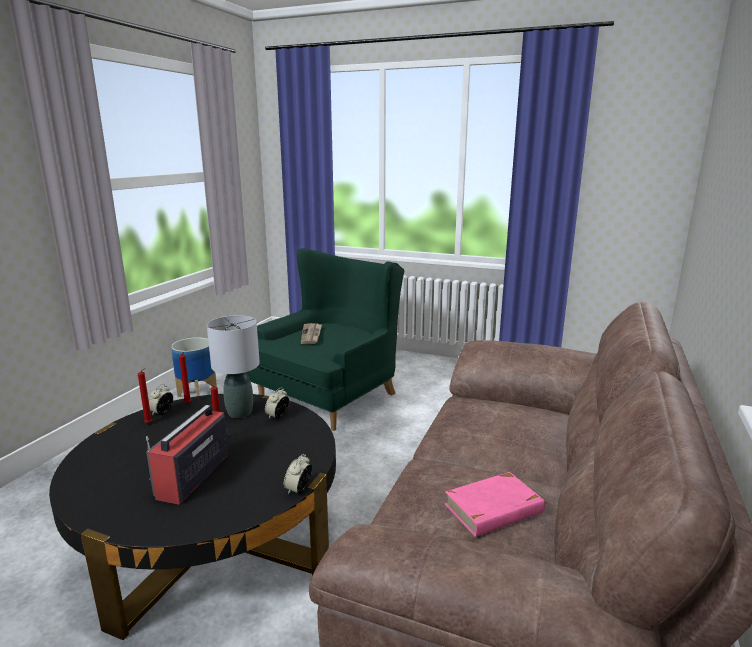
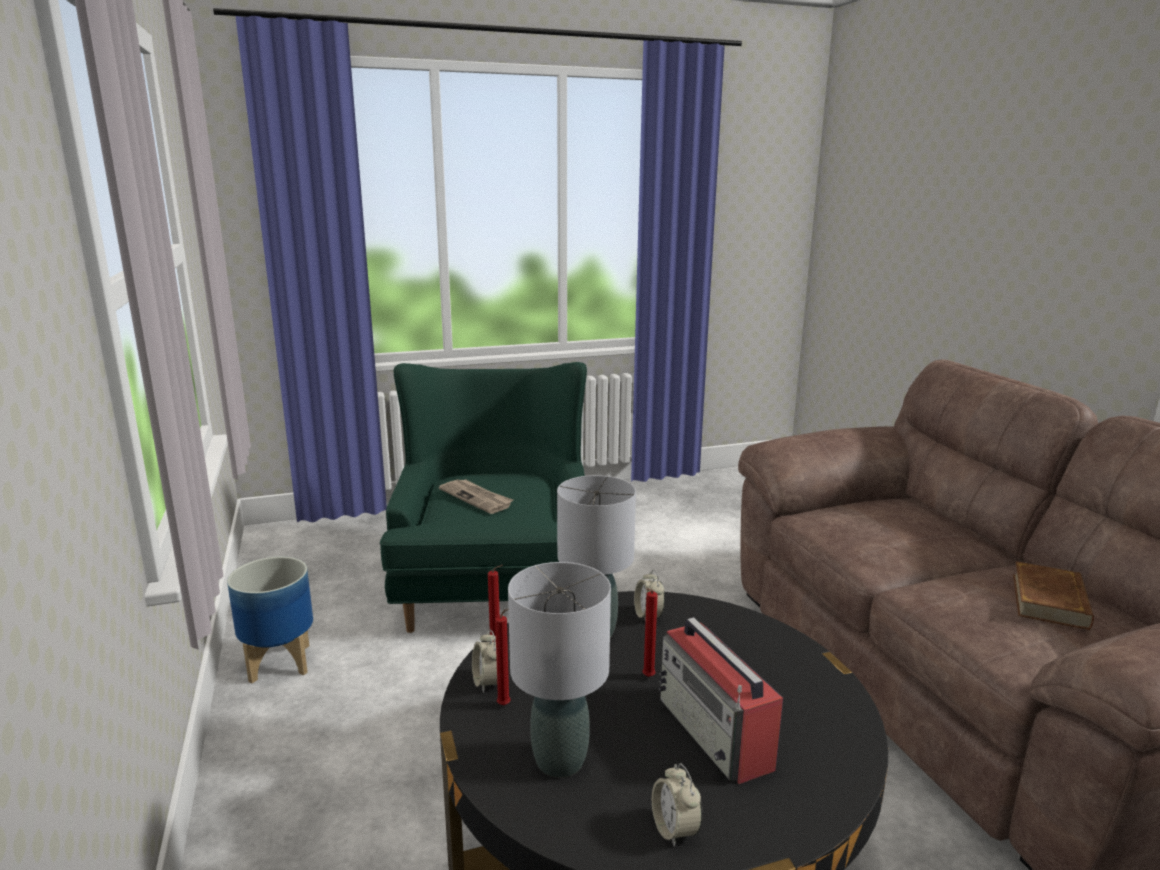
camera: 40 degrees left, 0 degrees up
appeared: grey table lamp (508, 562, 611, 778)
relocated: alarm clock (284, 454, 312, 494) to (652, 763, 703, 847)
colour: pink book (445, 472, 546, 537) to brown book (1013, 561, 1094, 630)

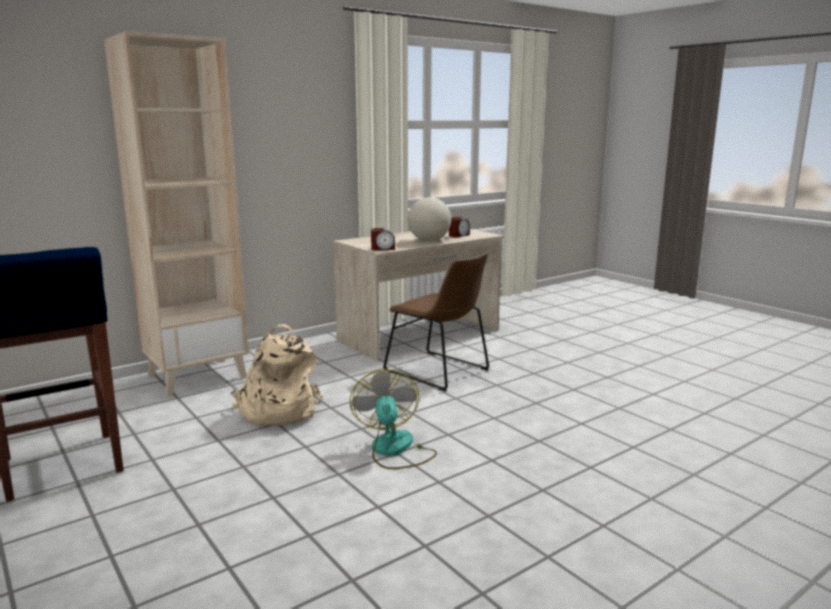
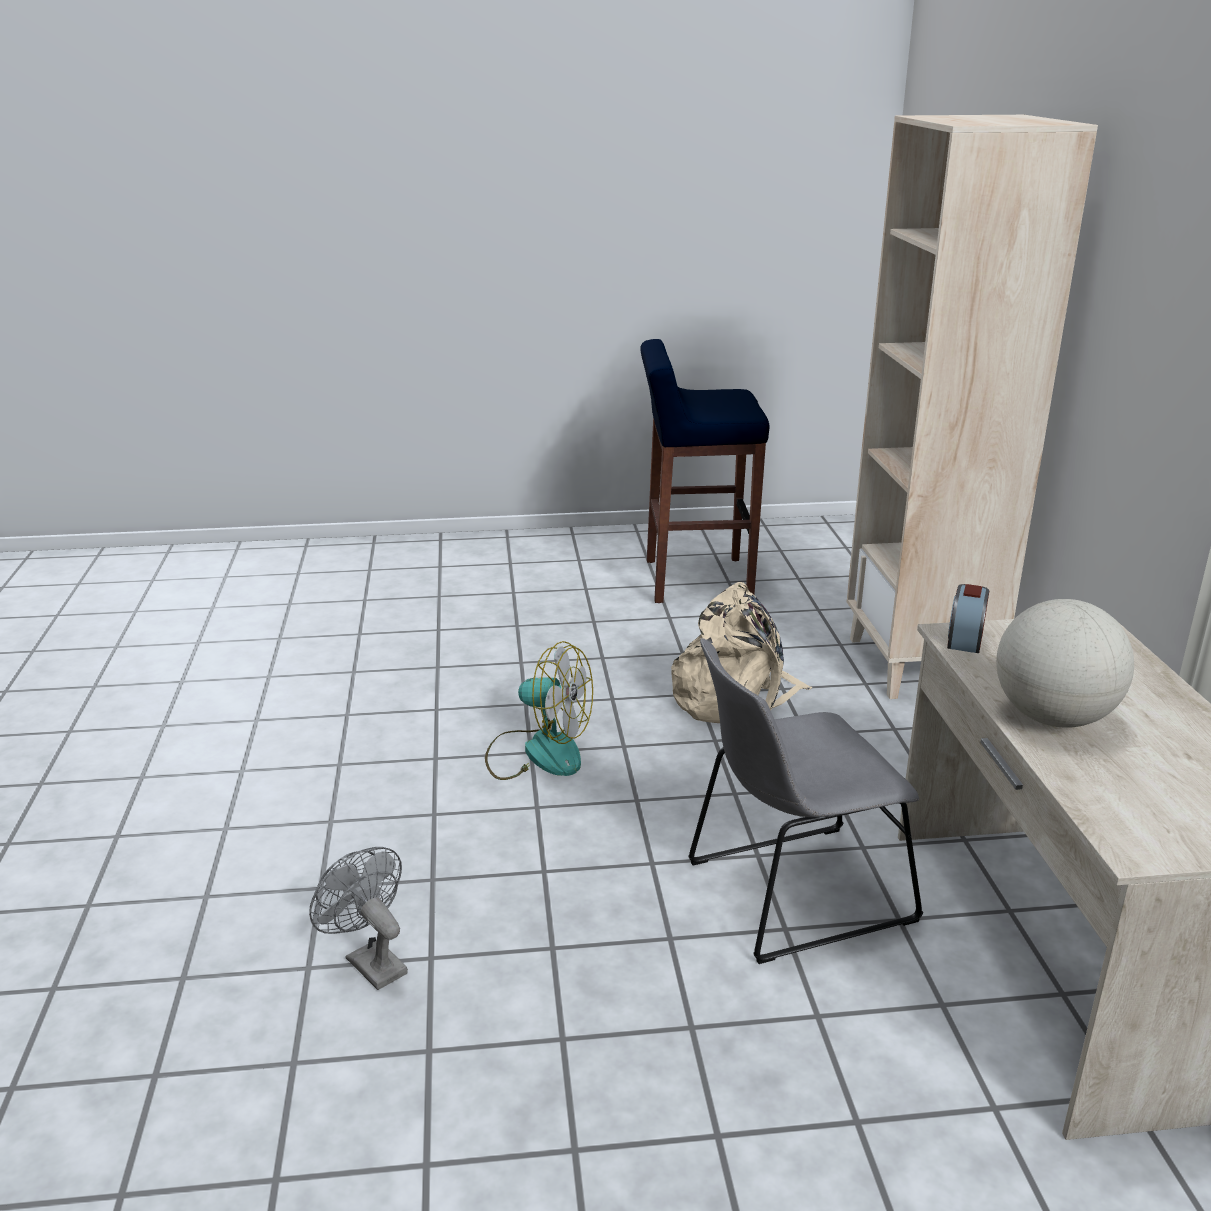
camera: 120 degrees right, 10 degrees up
missing: alarm clock (449, 217, 470, 237)
appeared: grey fan (309, 847, 408, 990)
colour: brown chair (383, 252, 489, 391) to grey chair (688, 638, 923, 964)

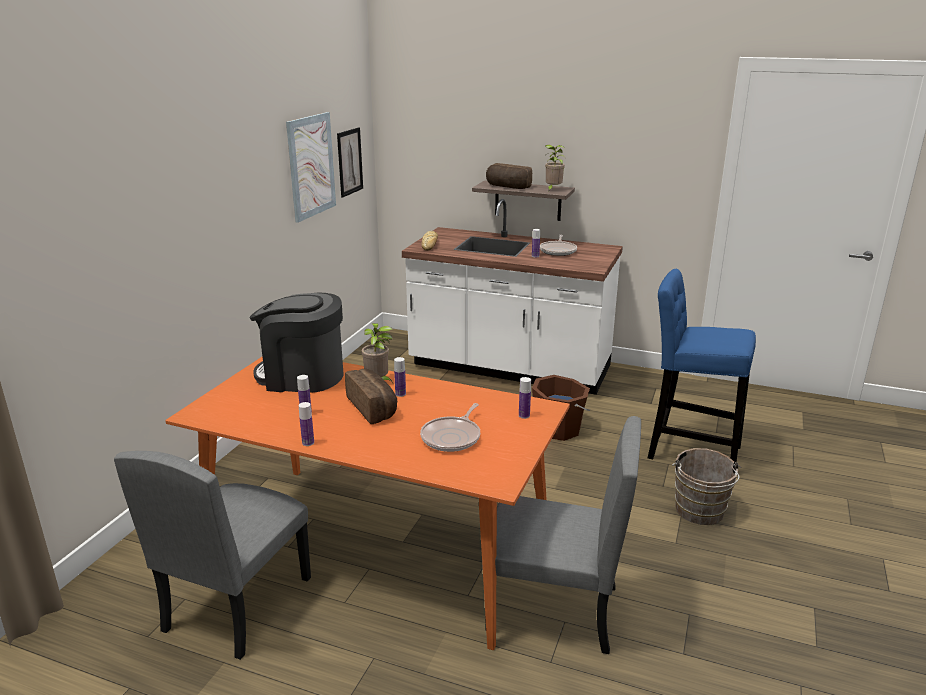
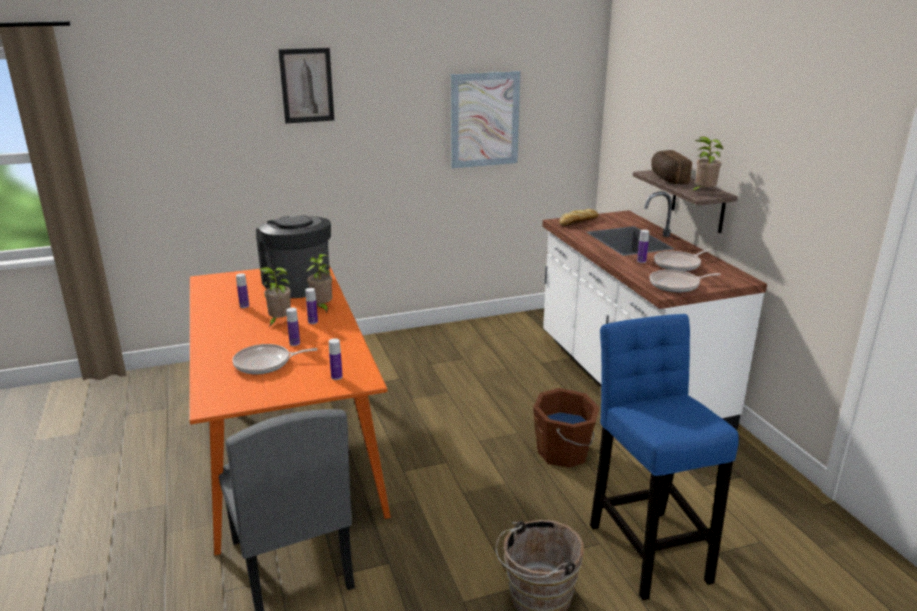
camera: 50 degrees right, 0 degrees up
missing: grey chair (114, 451, 311, 660)
appeared: frying pan (650, 270, 721, 293)
relocated: picture (337, 127, 363, 197) to (278, 48, 334, 123); bottle (299, 402, 314, 446) to (286, 308, 300, 346)
exchanged: bread (345, 368, 397, 424) to potted plant (259, 267, 291, 327)

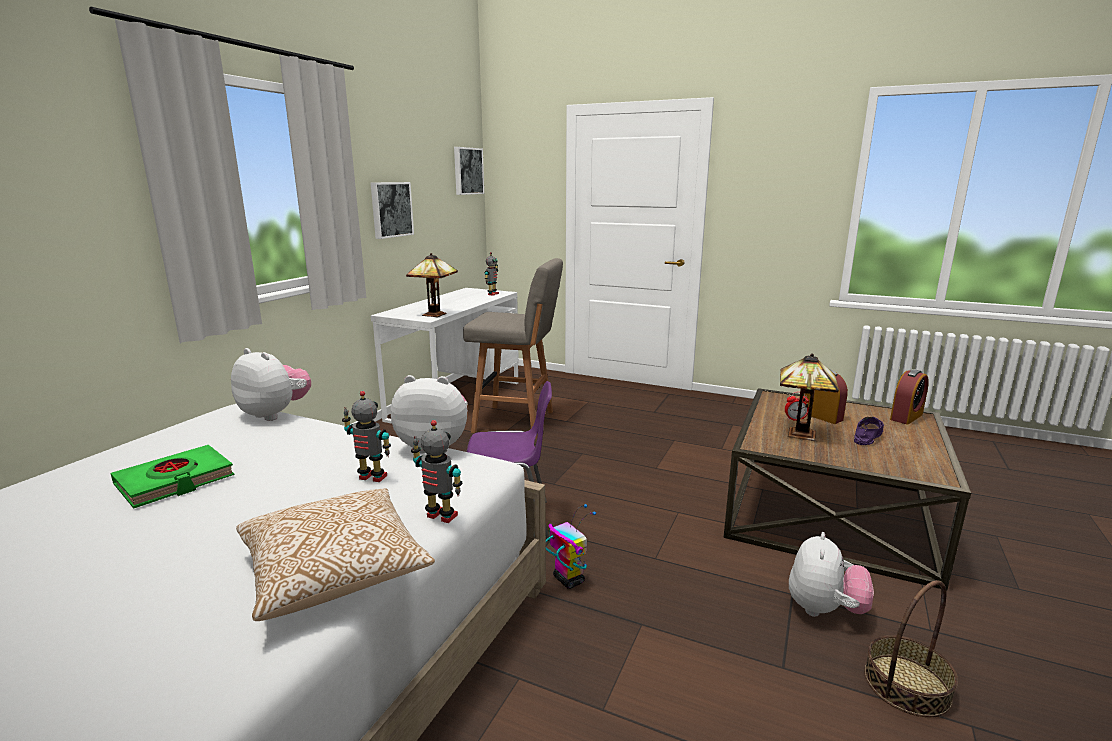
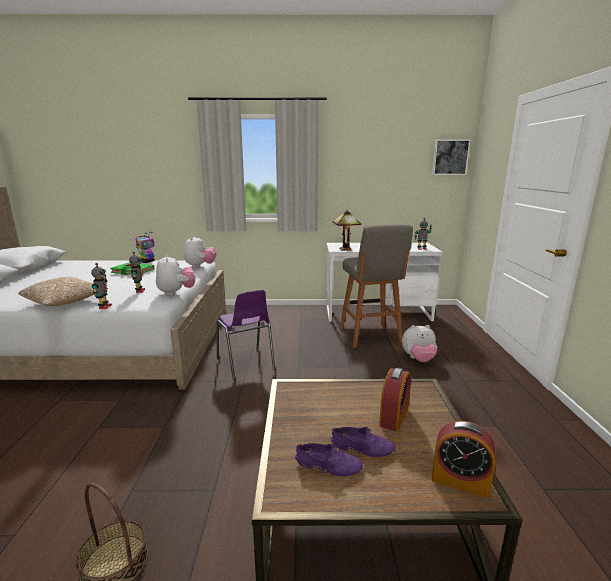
camera: 65 degrees right, 0 degrees up
missing: picture (371, 182, 414, 239); table lamp (780, 353, 839, 441); alarm clock (785, 392, 809, 421)
appeared: purple shoe (295, 443, 363, 477)
relocated: toy robot (546, 504, 596, 589) to (136, 232, 155, 263); plush toy (789, 532, 874, 617) to (402, 325, 437, 362)

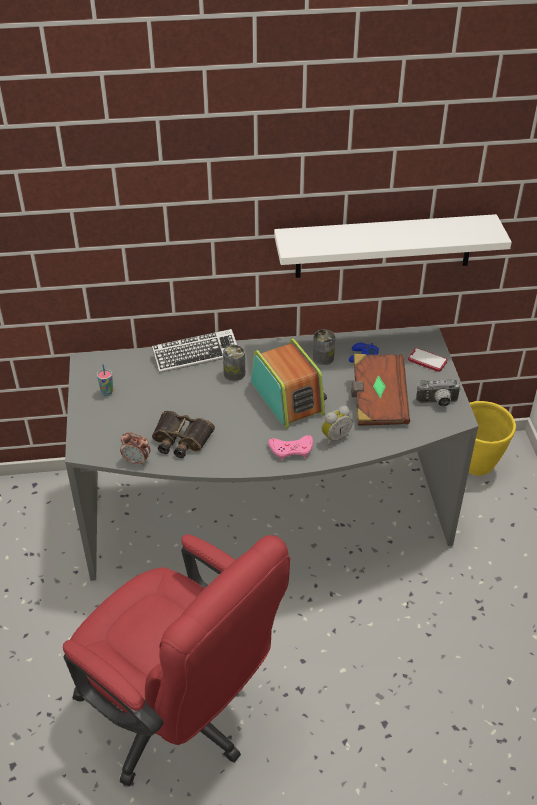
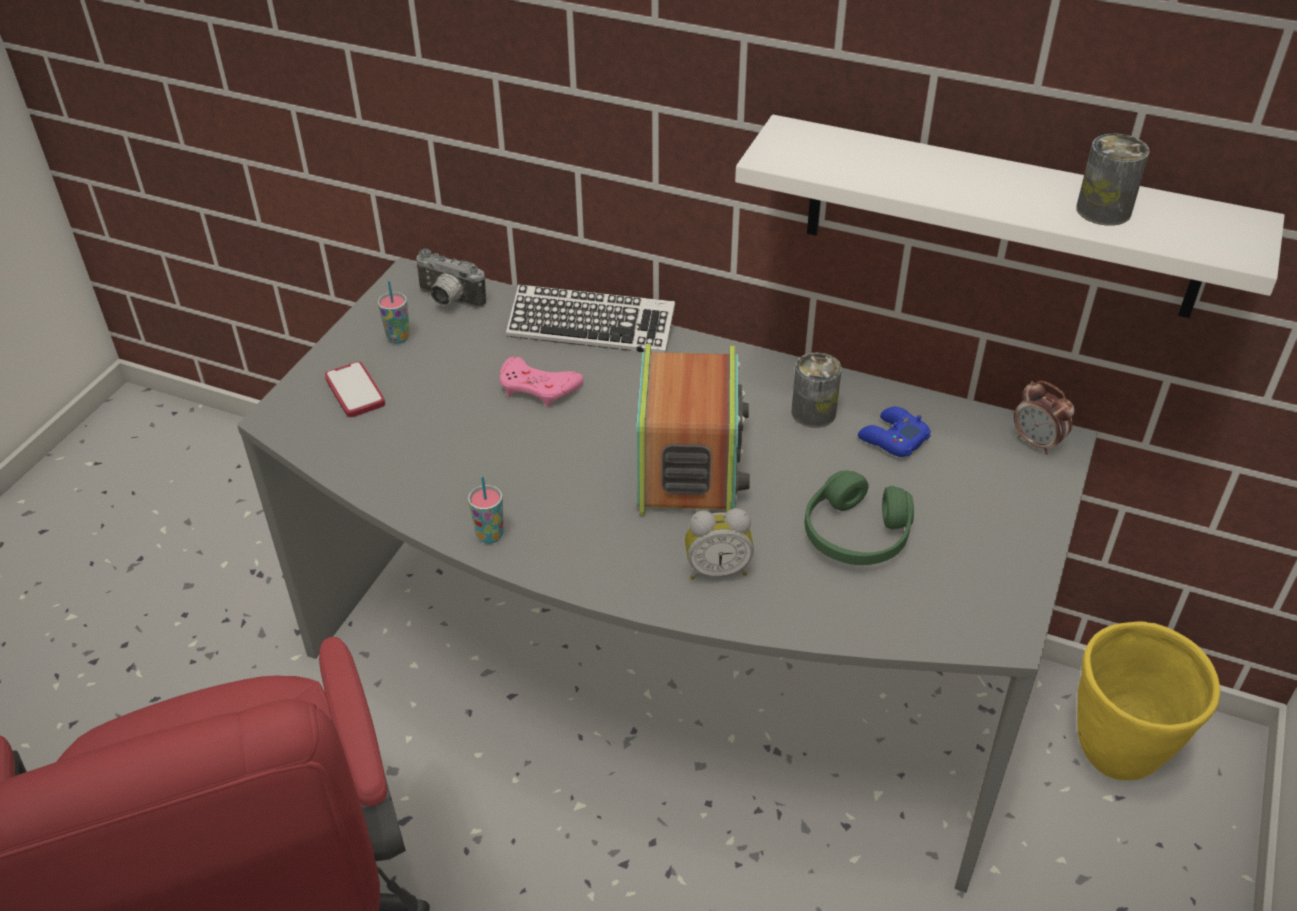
camera: 30 degrees right, 0 degrees up
missing: binoculars (152, 411, 215, 458)
appeared: cup (468, 476, 504, 544)
relocated: can (223, 345, 245, 381) to (1076, 134, 1149, 226); phone (408, 348, 447, 372) to (325, 362, 385, 417); photo camera (416, 379, 461, 407) to (414, 249, 486, 308); alarm clock (120, 432, 150, 466) to (1014, 381, 1075, 455); pink game controller (268, 435, 313, 461) to (500, 357, 583, 407)
exchanged: brown book (351, 354, 410, 426) to green headphones (805, 470, 914, 565)

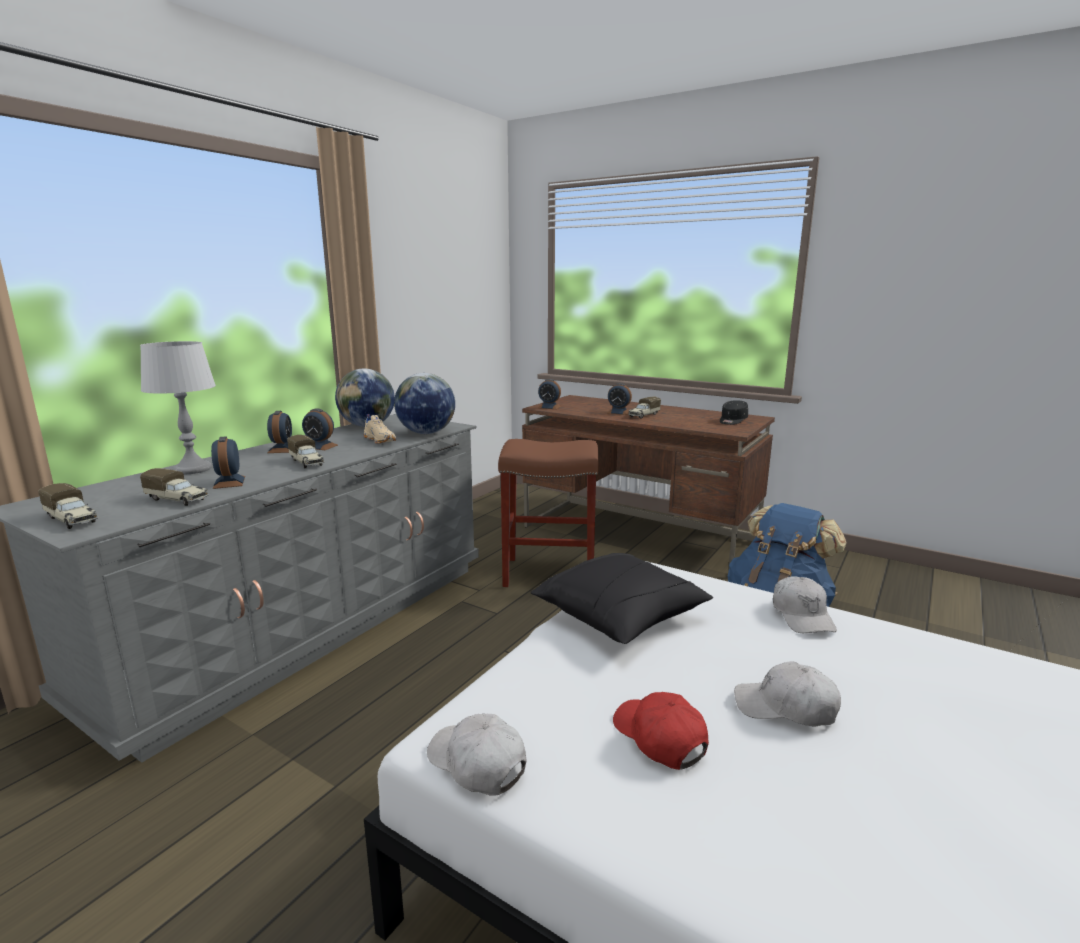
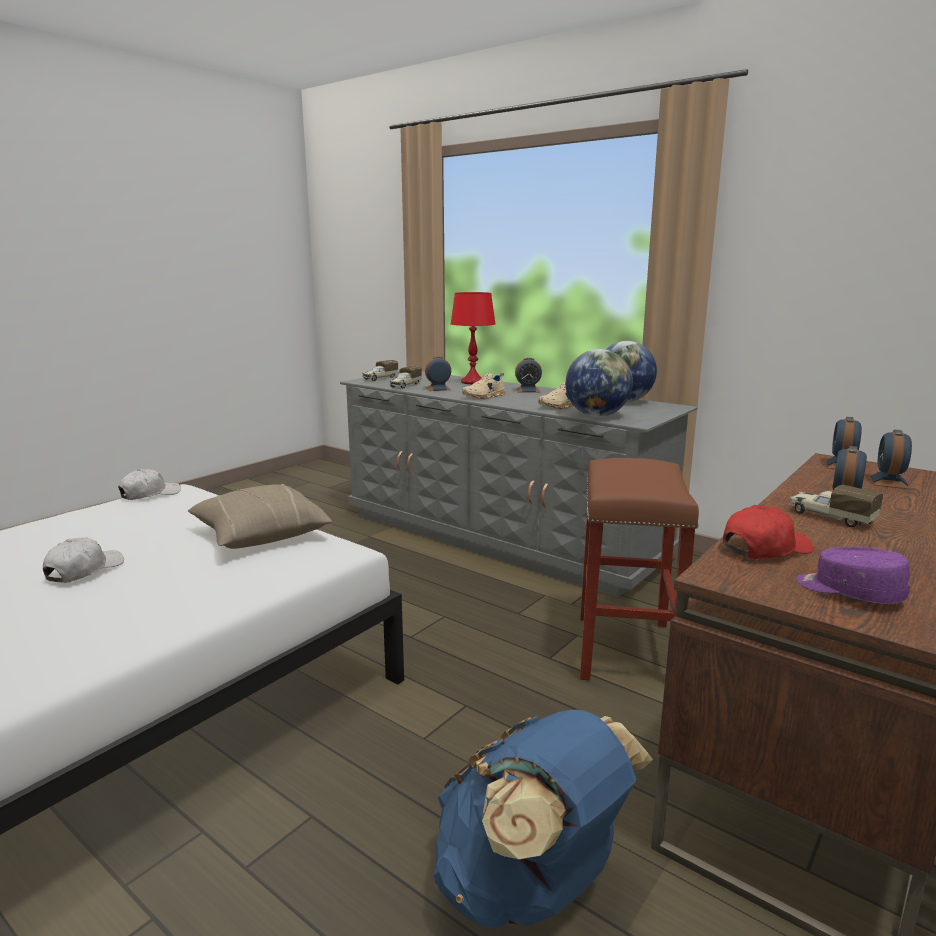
camera: 95 degrees right, 0 degrees up
missing: white cap (773, 576, 837, 633)
relocated: alarm clock (302, 408, 338, 450) to (870, 430, 912, 489); red cap (613, 692, 709, 770) to (723, 505, 814, 559)
exchanged: toy truck (287, 435, 325, 468) to beige shoe (462, 373, 505, 399)
colour: grey table lamp (140, 341, 216, 474) to red table lamp (450, 292, 496, 384); black cap (720, 400, 748, 425) to purple cap (796, 547, 910, 604); black pillow (531, 553, 713, 644) to beige pillow (188, 484, 332, 549)

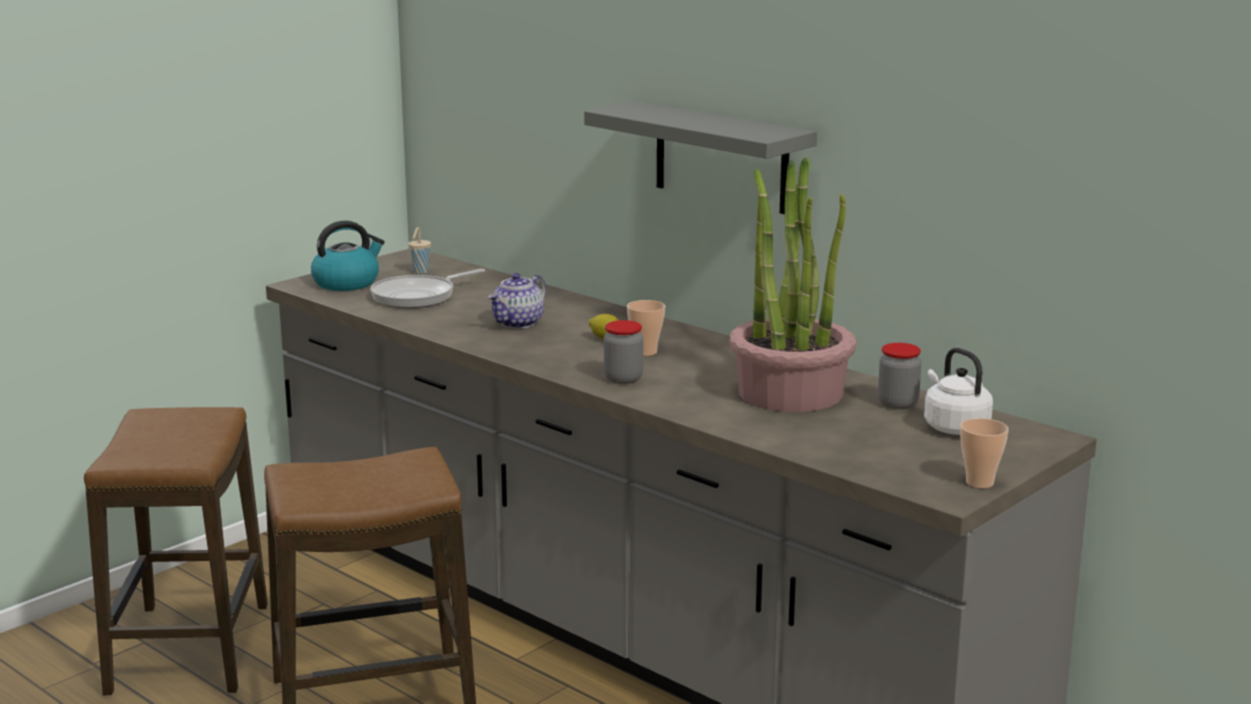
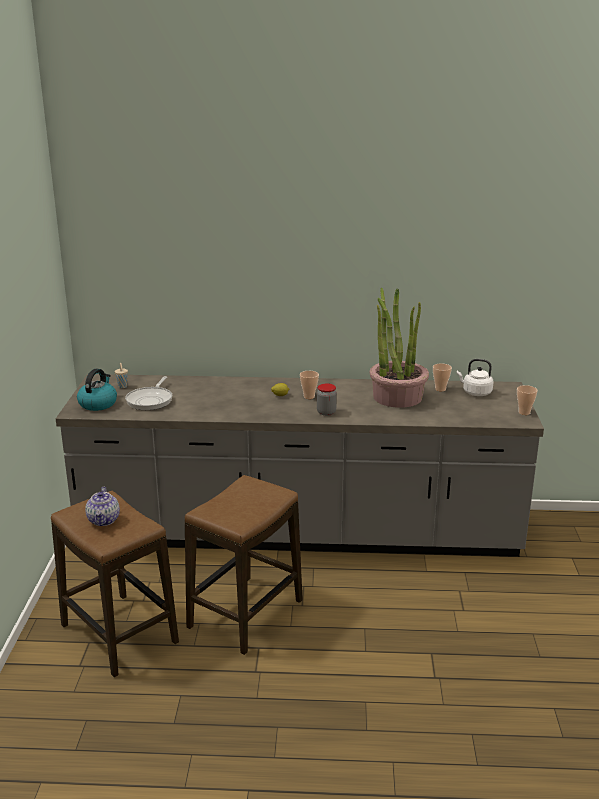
camera: 40 degrees left, 5 degrees up
missing: grey shelf (584, 101, 817, 214)
relocated: teapot (488, 273, 546, 329) to (85, 487, 120, 526)
exchanged: jar (878, 343, 921, 409) to cup (433, 363, 452, 391)

